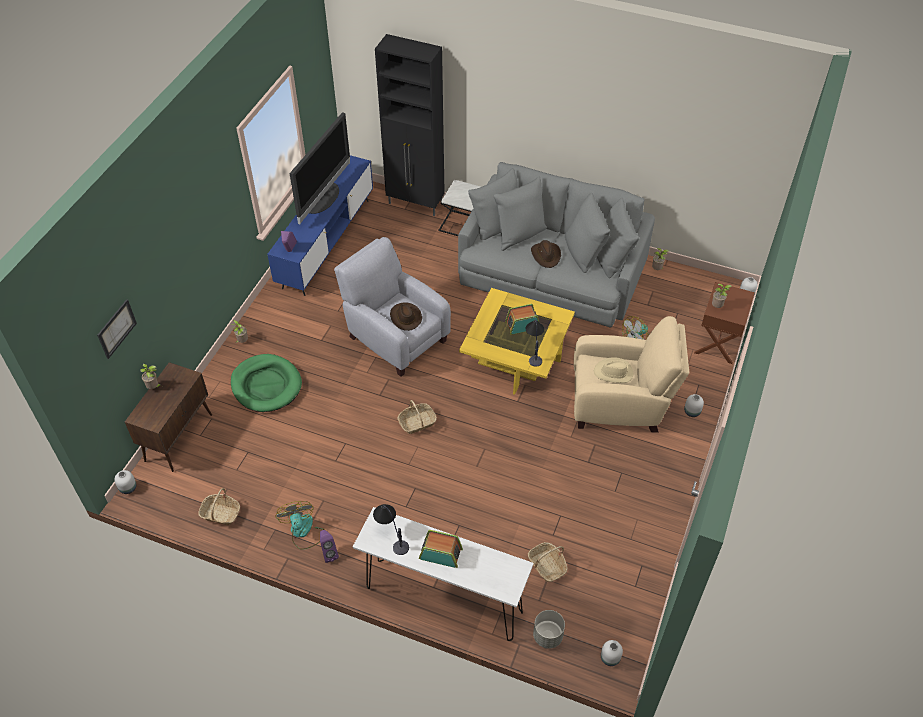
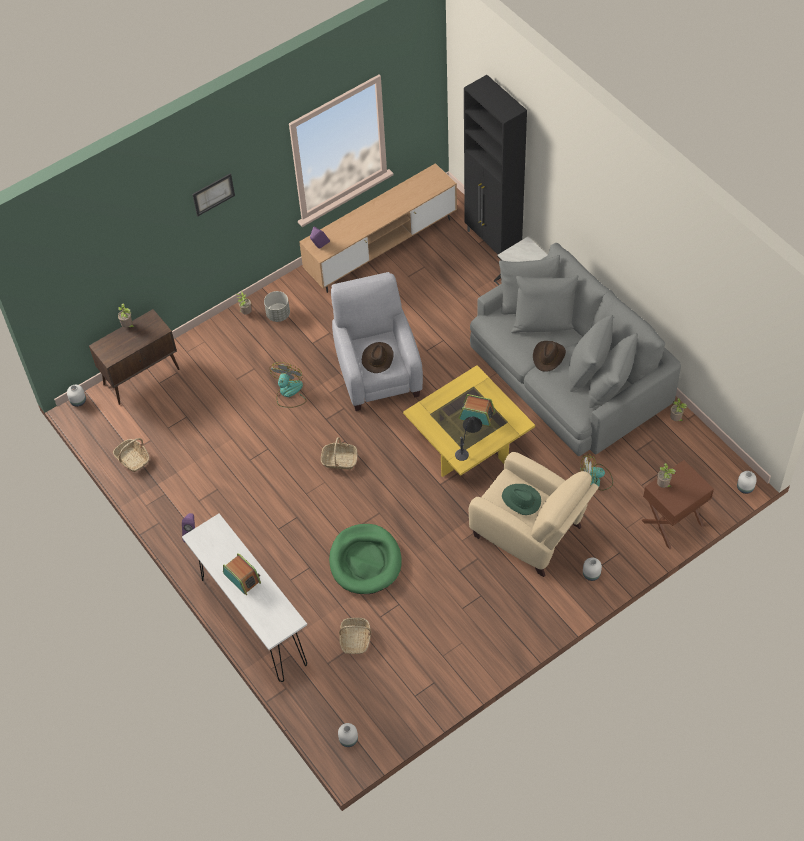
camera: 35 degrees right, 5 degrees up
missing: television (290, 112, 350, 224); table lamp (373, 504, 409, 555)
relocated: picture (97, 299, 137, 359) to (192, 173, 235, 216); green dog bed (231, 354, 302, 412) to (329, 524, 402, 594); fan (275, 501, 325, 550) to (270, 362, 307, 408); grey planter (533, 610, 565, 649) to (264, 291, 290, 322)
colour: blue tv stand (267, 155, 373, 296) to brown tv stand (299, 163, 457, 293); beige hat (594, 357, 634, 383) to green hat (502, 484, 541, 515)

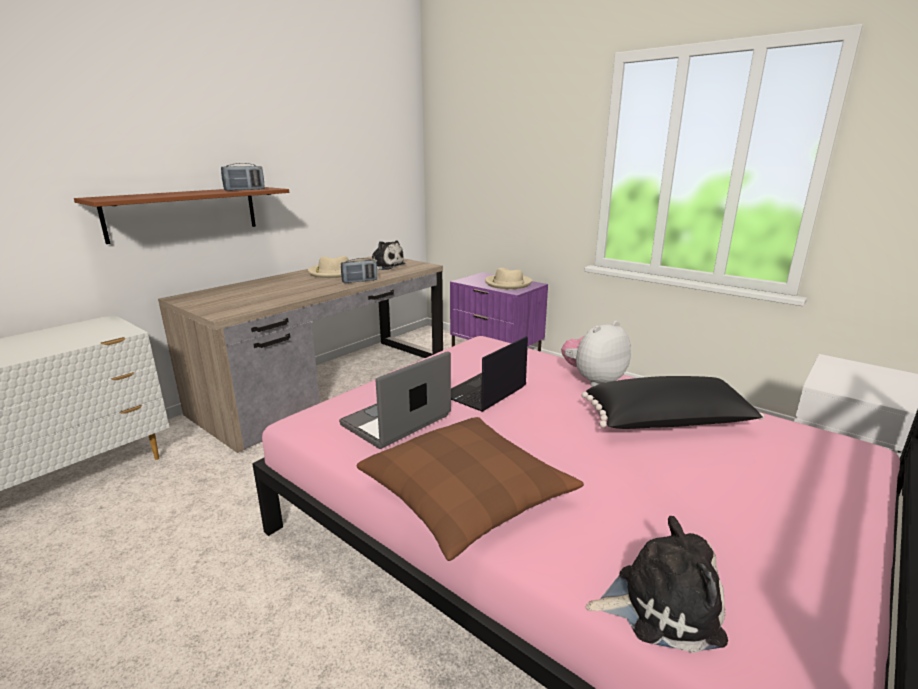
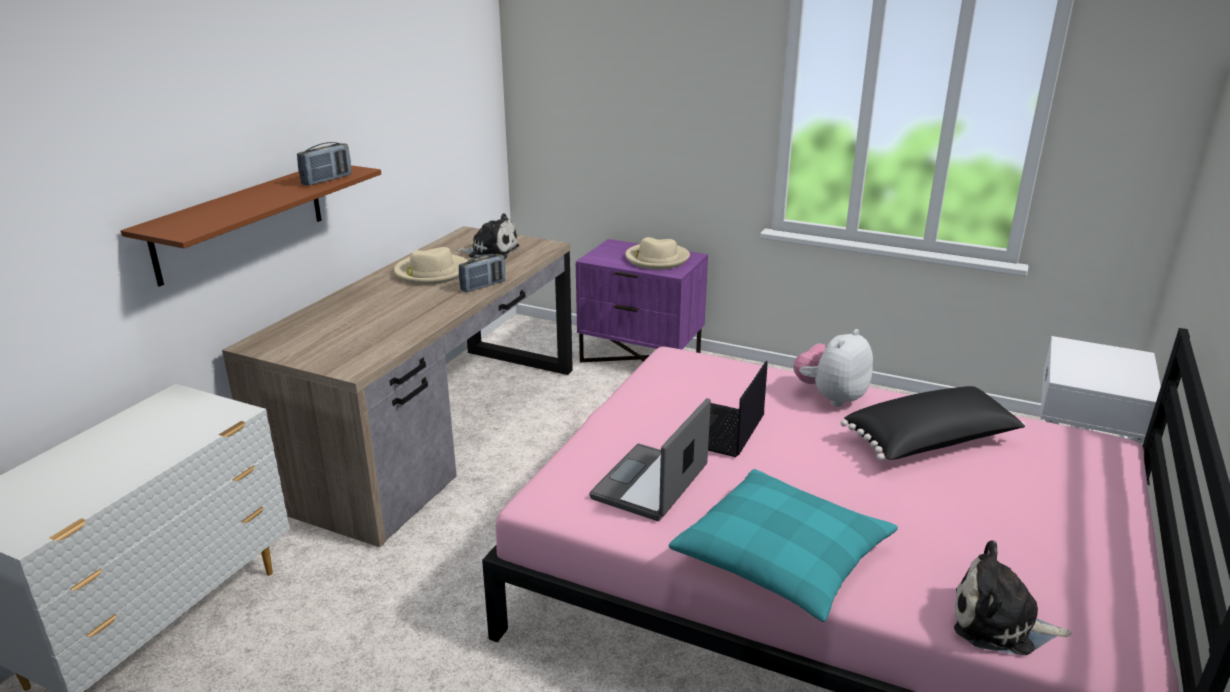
camera: 15 degrees left, 5 degrees up
colour: brown pillow (356, 417, 584, 561) to turquoise pillow (669, 469, 898, 622)
spun: plush toy (586, 516, 728, 653) = (954, 540, 1072, 655) 150 degrees counterclockwise

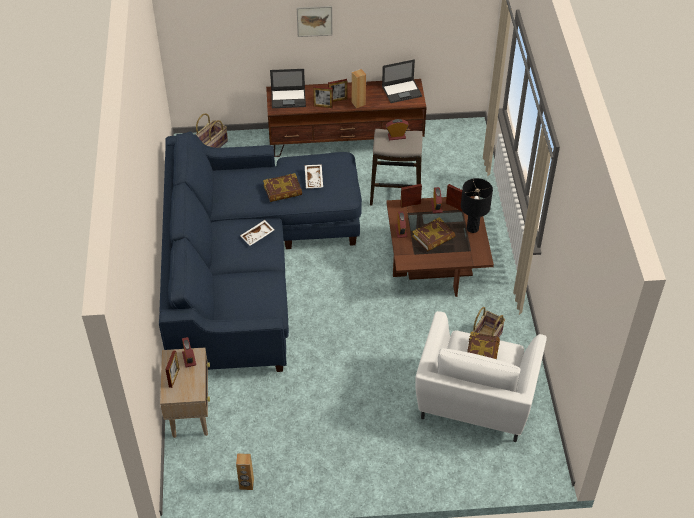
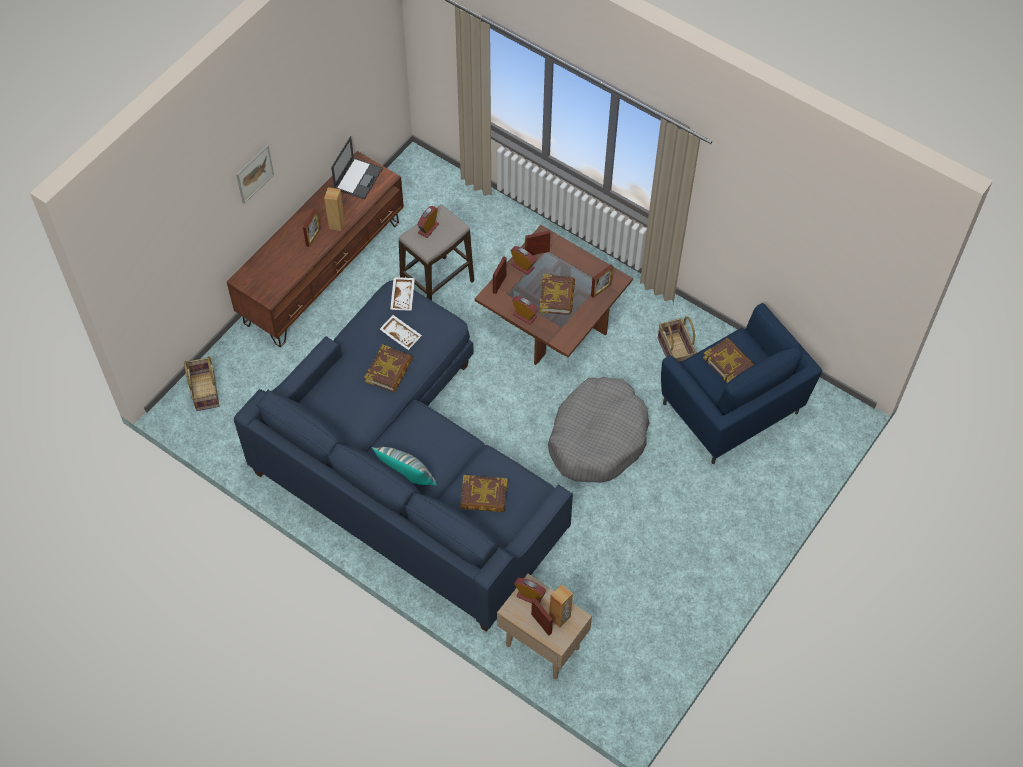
camera: 50 degrees left, 10 degrees up
missing: laptop (270, 69, 306, 108); black table lamp (461, 178, 493, 233)
appeared: grey dog bed (548, 377, 650, 483); pillow (372, 447, 437, 486); book (460, 475, 508, 512)
relocated: picture frame (313, 86, 333, 108) to (591, 265, 613, 298); white tray (240, 220, 274, 246) to (390, 277, 415, 310); brown speaker (236, 453, 254, 490) to (549, 584, 573, 627)
colour: white armchair (415, 311, 547, 442) to blue armchair (661, 303, 822, 464)

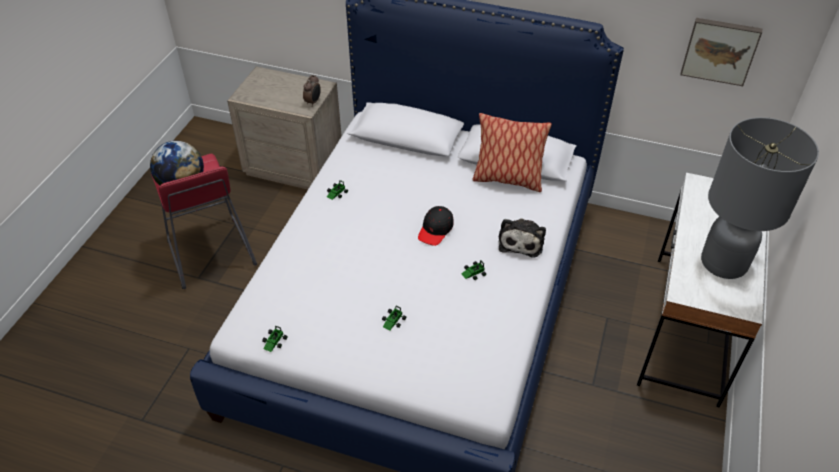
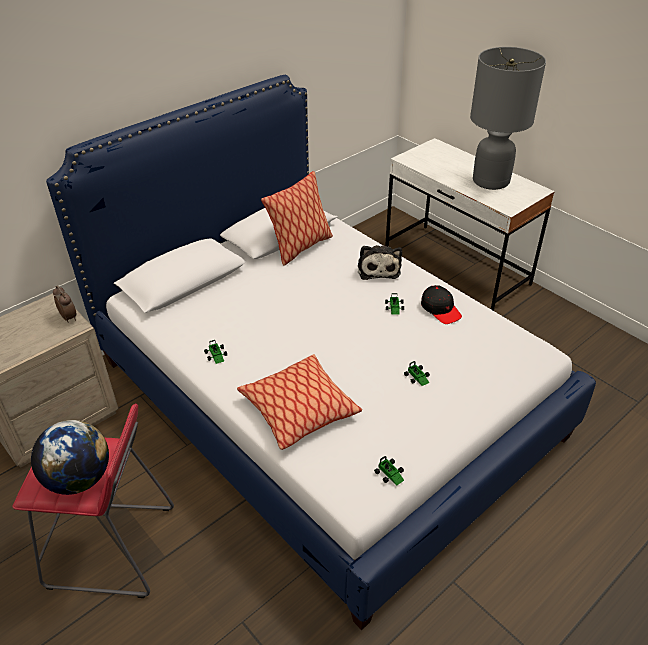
camera: 60 degrees left, 5 degrees down
missing: picture (680, 18, 762, 86)
appeared: pillow (237, 354, 362, 450)
relocated: black cap (418, 206, 454, 246) to (421, 285, 462, 324)
spun: plush toy (499, 218, 546, 258) = (358, 245, 402, 280) 45 degrees clockwise

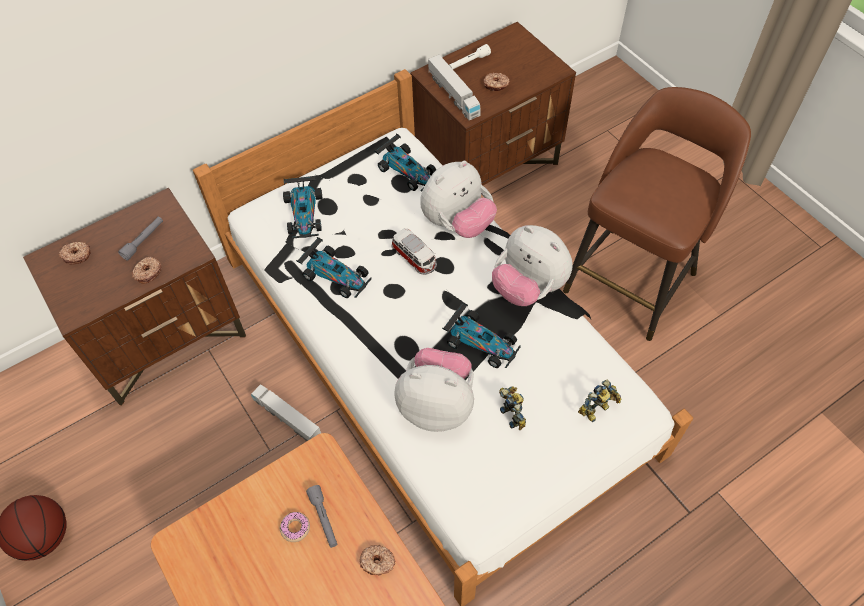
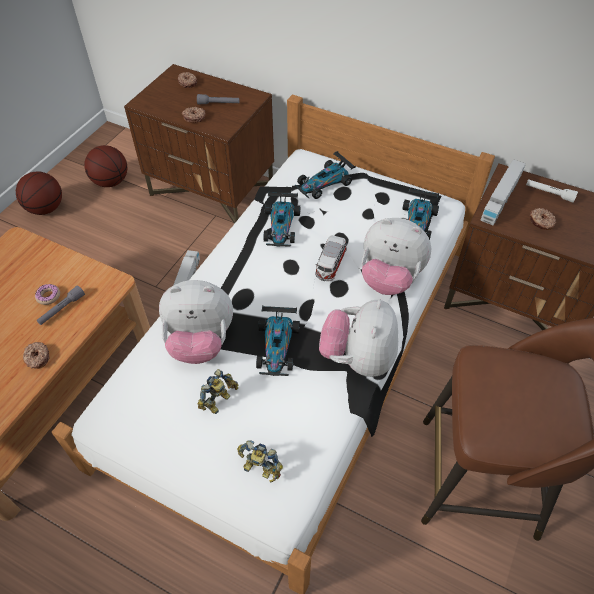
camera: 60 degrees right, 5 degrees down
appeared: basketball (84, 145, 127, 187)
spun: plush toy (394, 348, 474, 432) = (159, 280, 233, 364) 105 degrees clockwise

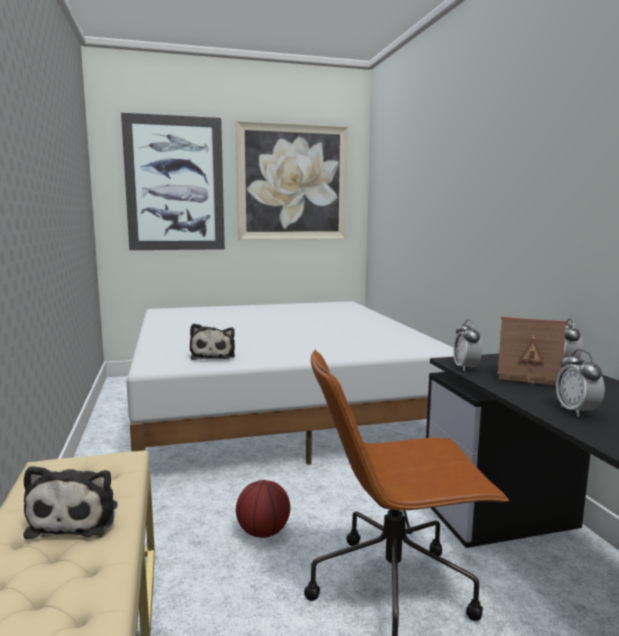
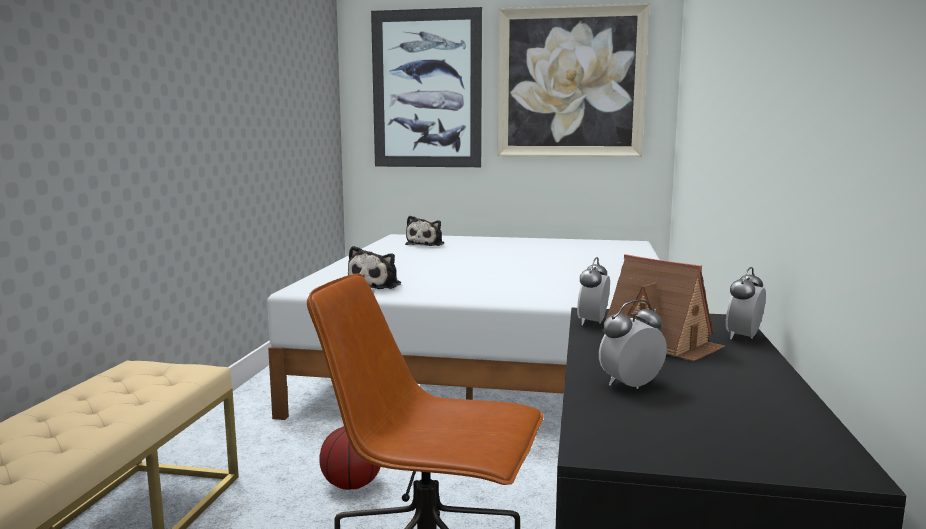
camera: 25 degrees right, 0 degrees up
relocated: plush toy (24, 466, 118, 539) to (405, 216, 444, 246)
spun: alarm clock (556, 349, 605, 417) = (599, 300, 667, 389) 45 degrees clockwise

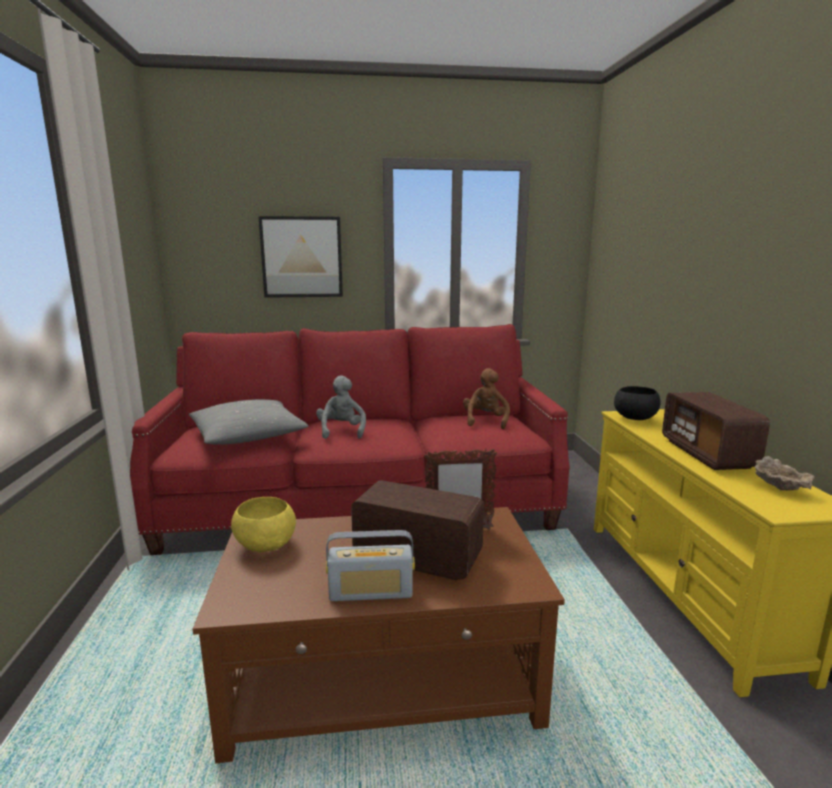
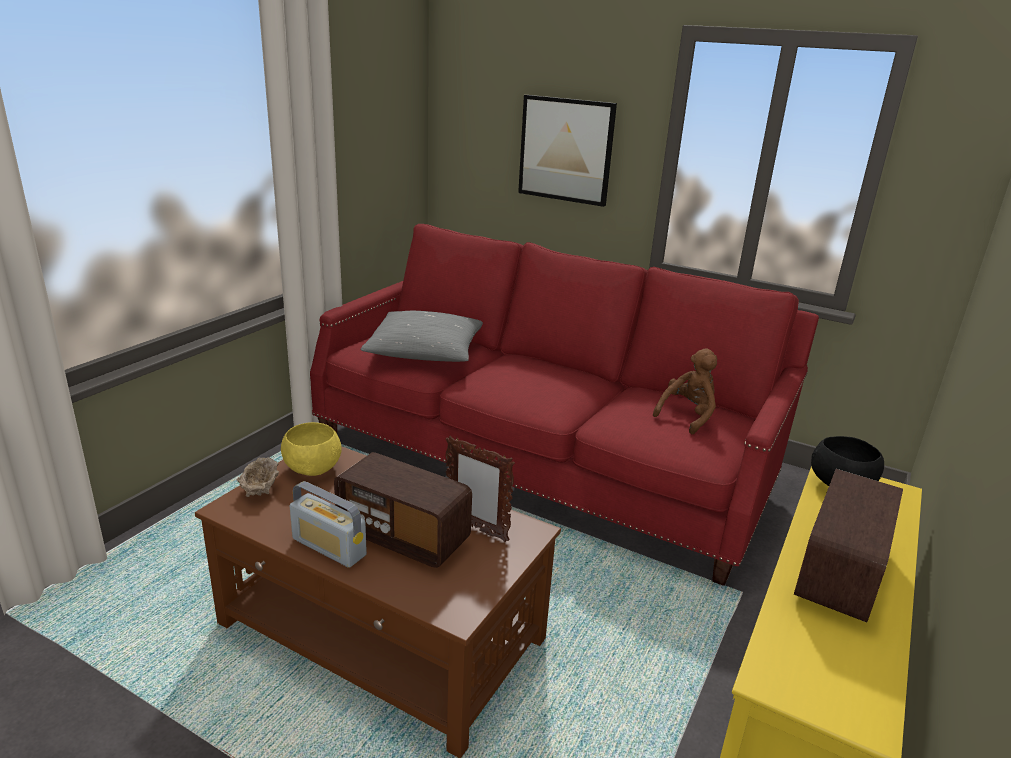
camera: 35 degrees right, 10 degrees up
missing: grey plush toy (316, 375, 366, 439)
relocated: beige bowl (755, 456, 815, 490) to (236, 457, 279, 497)
spun: radio (351, 480, 484, 580) = (334, 452, 472, 568) 150 degrees clockwise

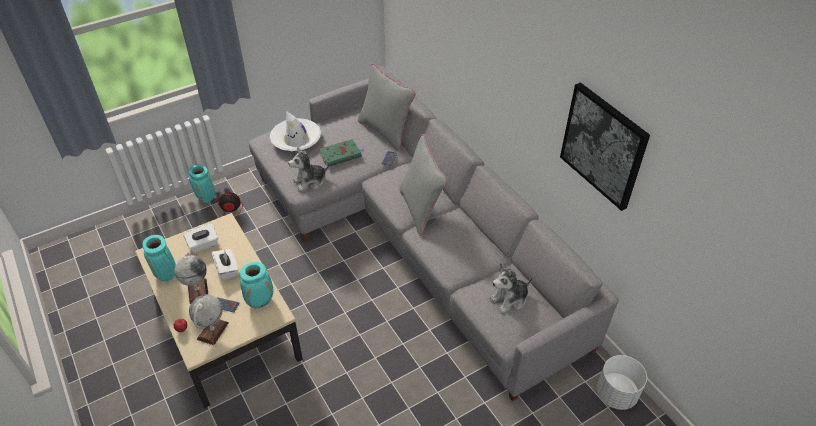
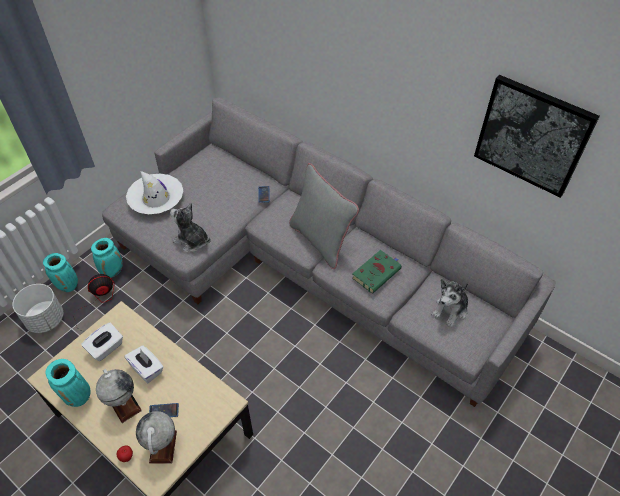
camera: 20 degrees left, 5 degrees up
missing: grey pillow (358, 64, 416, 151)
relocated: green book (319, 139, 365, 166) to (352, 250, 402, 294); turquoise vase (240, 262, 273, 308) to (91, 238, 123, 278); white planter (597, 355, 647, 410) to (12, 284, 63, 333)
spun: plush toy (288, 147, 330, 192) = (170, 203, 211, 252) 75 degrees clockwise

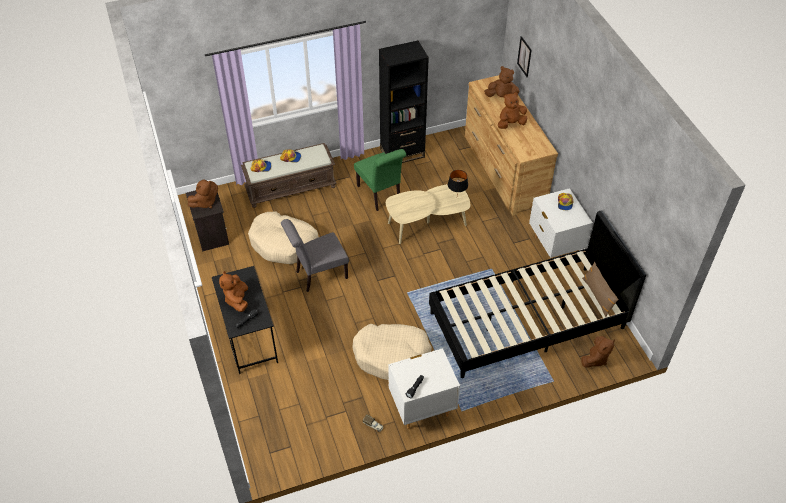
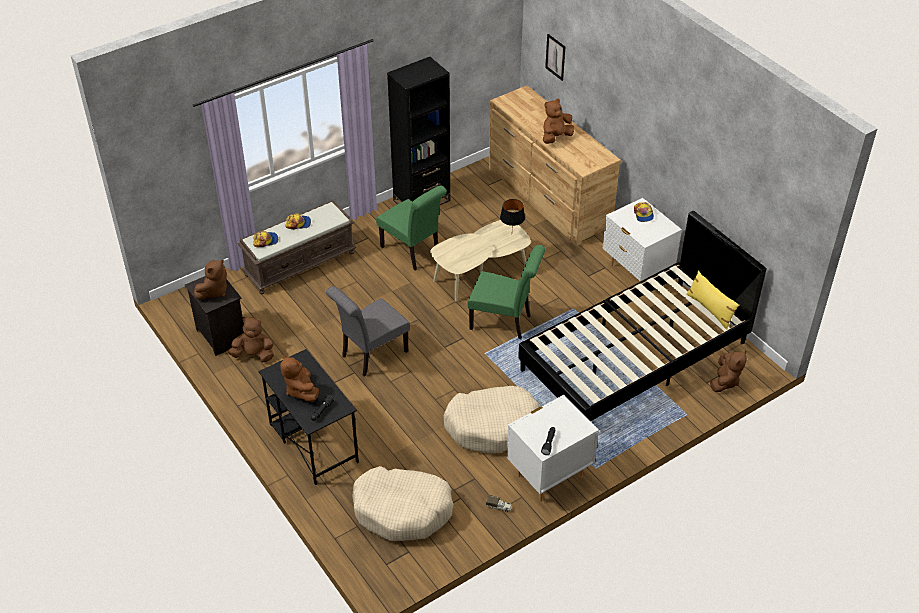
camera: 15 degrees left, 5 degrees down
appeared: green chair (468, 245, 545, 339)
relocated: brown plush toy (484, 66, 519, 97) to (228, 316, 274, 362); beige dog bed (248, 211, 319, 264) to (352, 466, 453, 541)
colour: brown pillow (582, 262, 619, 317) to yellow pillow (686, 270, 739, 330)

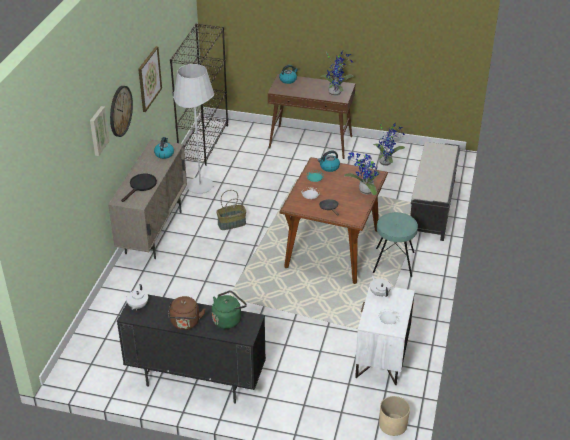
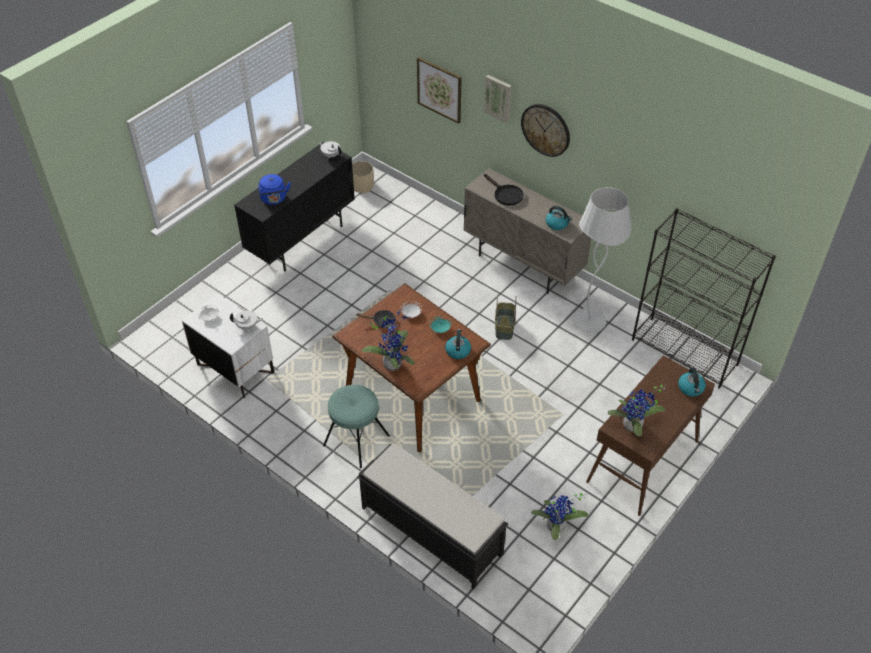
camera: 115 degrees right, 10 degrees up
missing: brown kettle (168, 296, 205, 330)
relocated: picture (138, 46, 162, 112) to (417, 57, 462, 124); beige planter (379, 396, 410, 436) to (352, 161, 374, 193)
colour: green kettle (212, 291, 247, 329) to blue kettle (258, 174, 291, 205)

